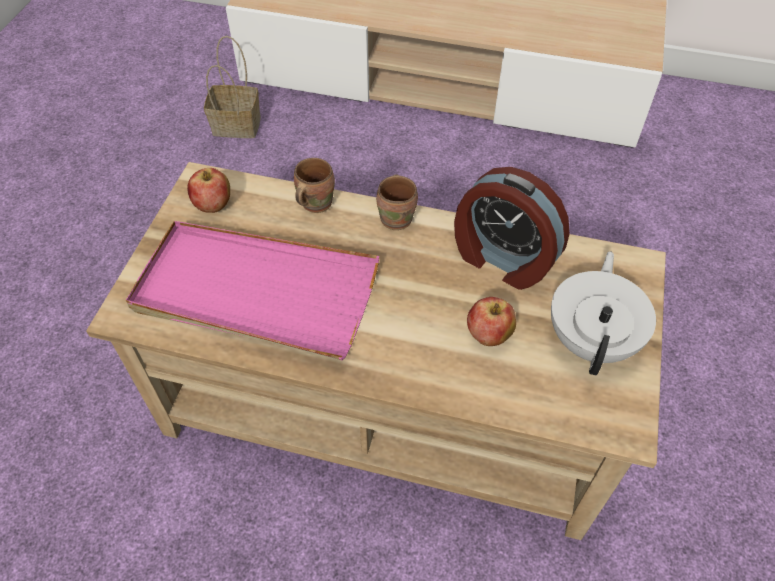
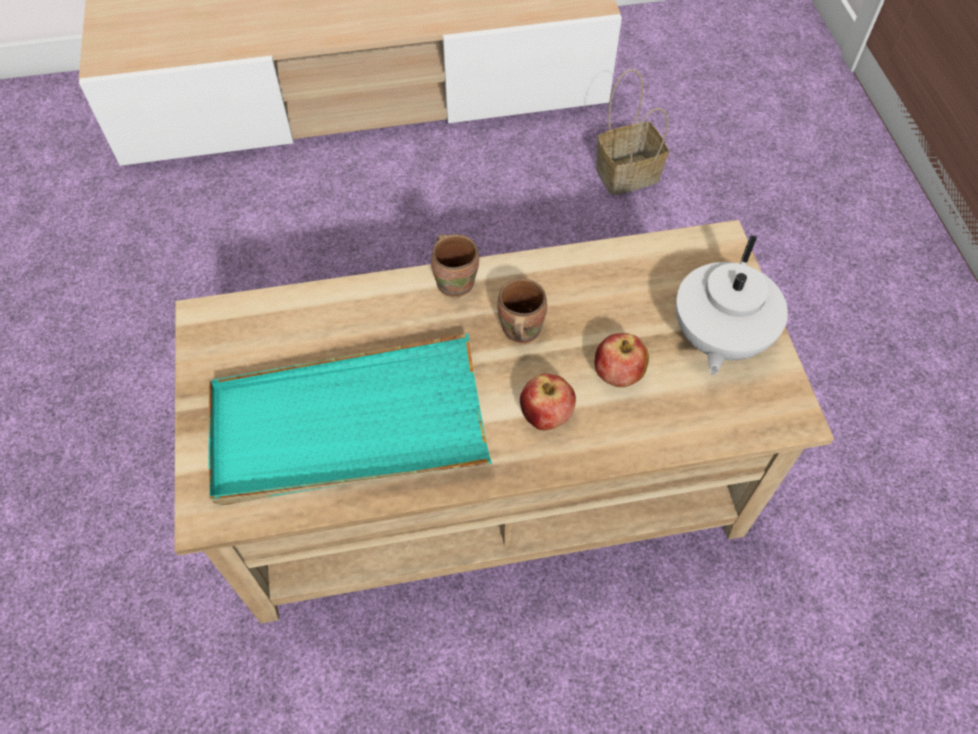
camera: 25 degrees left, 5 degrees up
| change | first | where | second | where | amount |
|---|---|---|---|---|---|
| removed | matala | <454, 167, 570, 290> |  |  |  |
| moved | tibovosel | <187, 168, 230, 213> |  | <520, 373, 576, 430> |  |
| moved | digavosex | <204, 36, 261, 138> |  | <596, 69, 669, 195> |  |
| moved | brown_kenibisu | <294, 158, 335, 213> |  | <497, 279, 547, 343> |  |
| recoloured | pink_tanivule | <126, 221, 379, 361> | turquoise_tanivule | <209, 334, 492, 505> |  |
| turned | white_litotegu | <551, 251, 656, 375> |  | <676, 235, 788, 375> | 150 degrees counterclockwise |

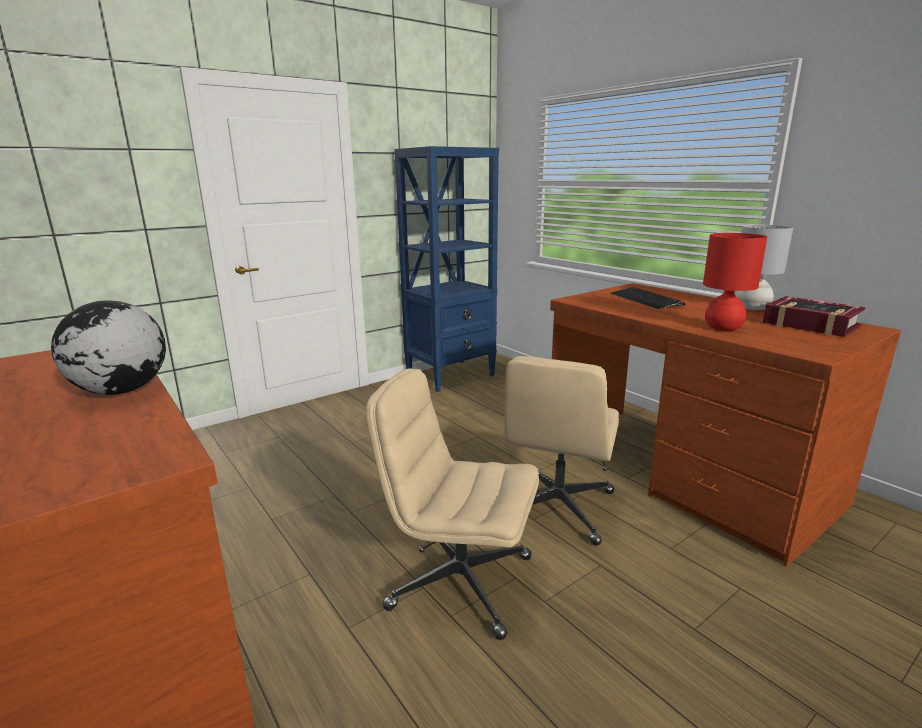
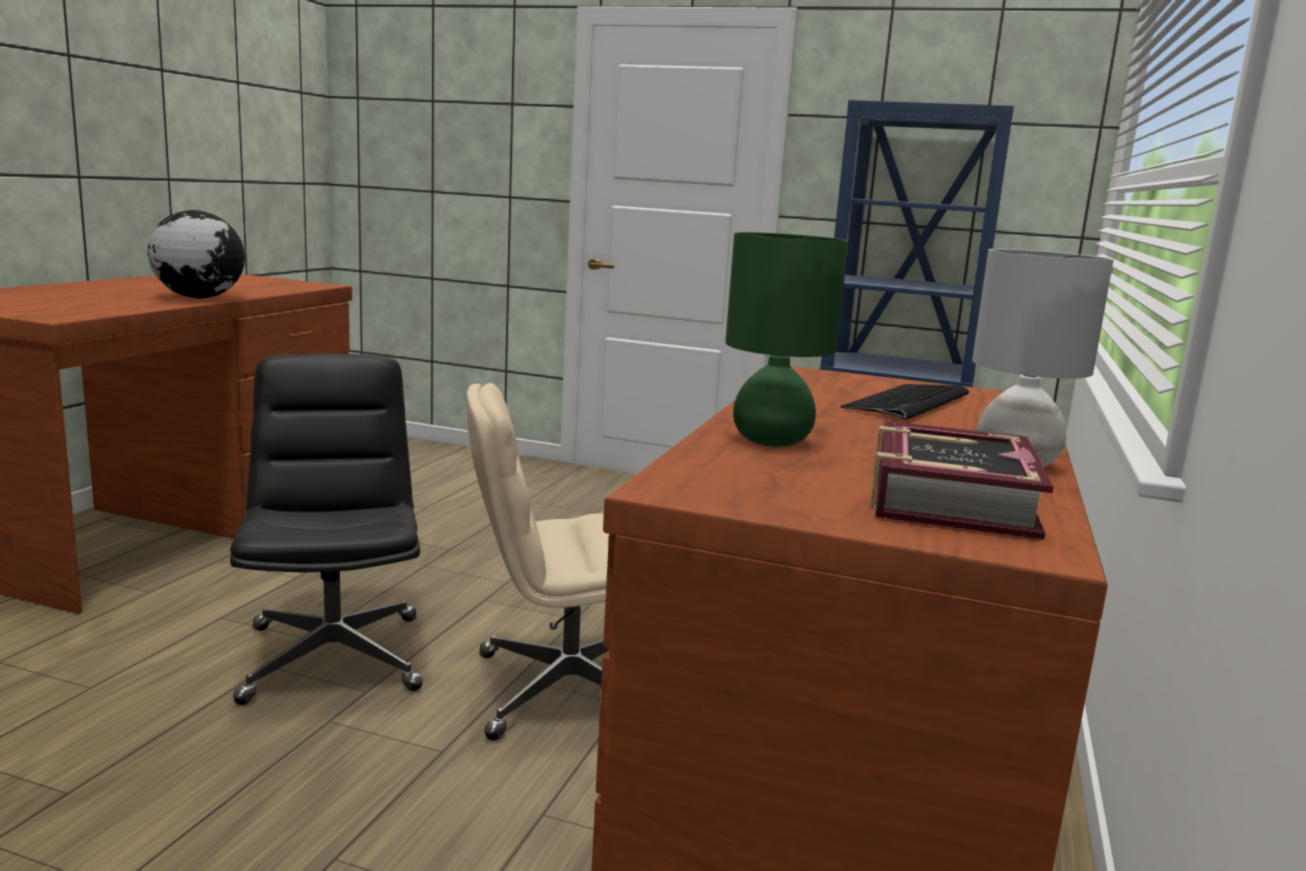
camera: 55 degrees right, 5 degrees down
| change | first | where | second | where | amount |
|---|---|---|---|---|---|
| recoloured | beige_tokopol | <366, 368, 539, 640> | black_tokopol | <230, 353, 423, 705> |  |
| recoloured | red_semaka | <703, 233, 767, 331> | green_semaka | <725, 232, 849, 447> |  |

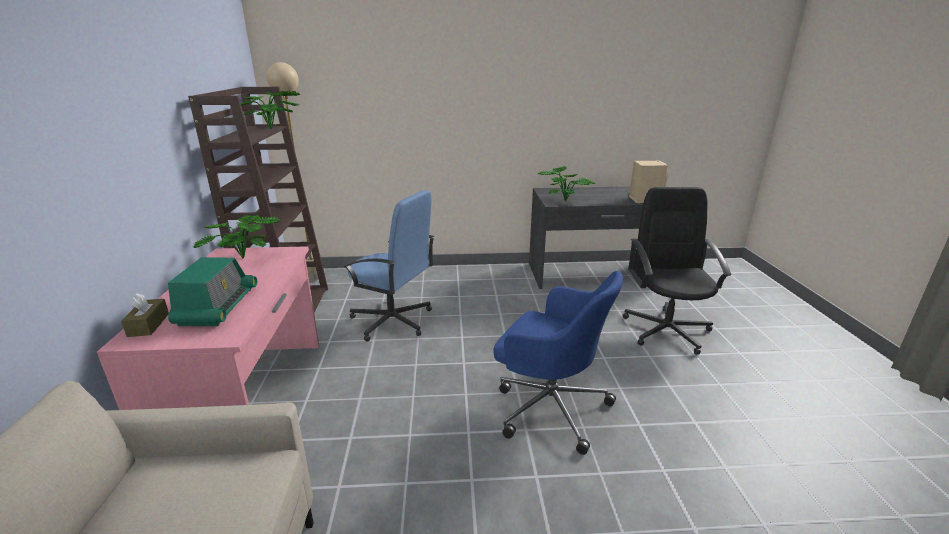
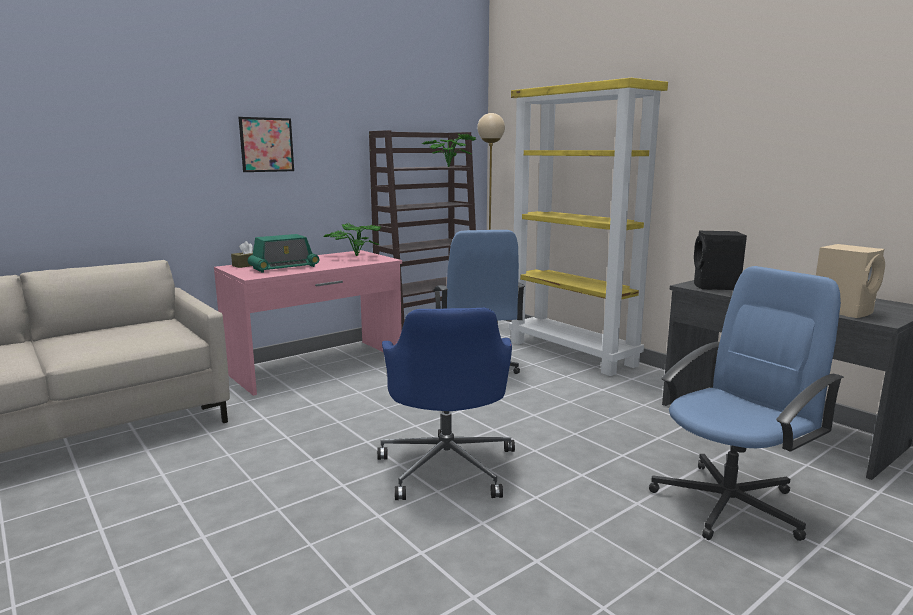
camera: 55 degrees right, 10 degrees down
| change | first | where | second | where | amount |
|---|---|---|---|---|---|
| added |  |  | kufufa | <239, 117, 294, 172> |  |
| added |  |  | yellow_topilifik | <509, 78, 668, 376> |  |
| replaced | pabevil | <538, 166, 596, 202> | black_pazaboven | <694, 230, 747, 290> |  |
| recoloured | black_tokopol | <623, 187, 732, 355> | blue_tokopol | <649, 266, 844, 541> |  |

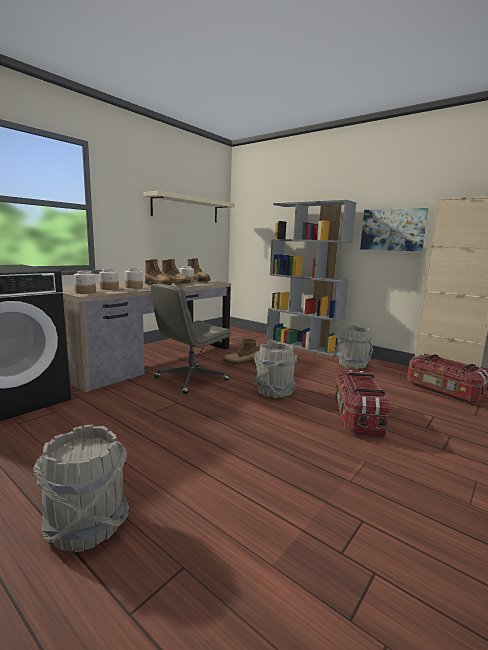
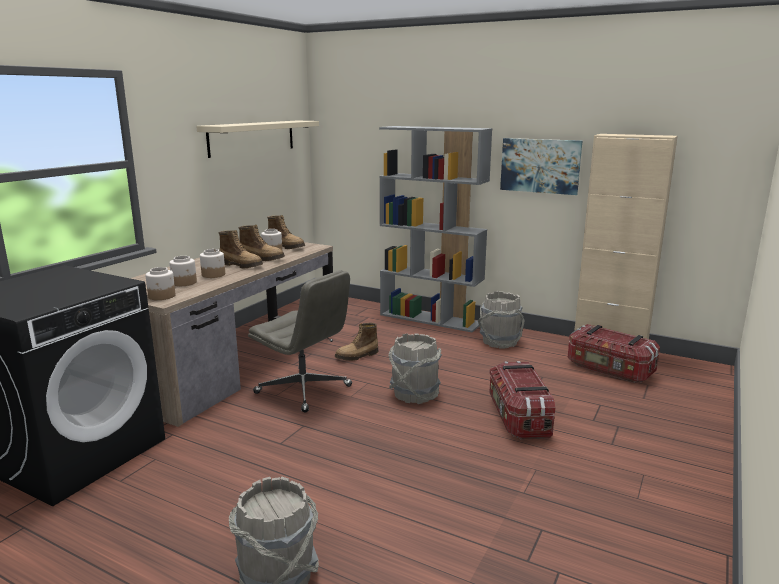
camera: 10 degrees left, 5 degrees up
| change | first | where | second | where | amount |
|---|---|---|---|---|---|
| turned | grey_tokopol | <151, 283, 231, 394> |  | <248, 270, 352, 412> | 90 degrees counterclockwise |

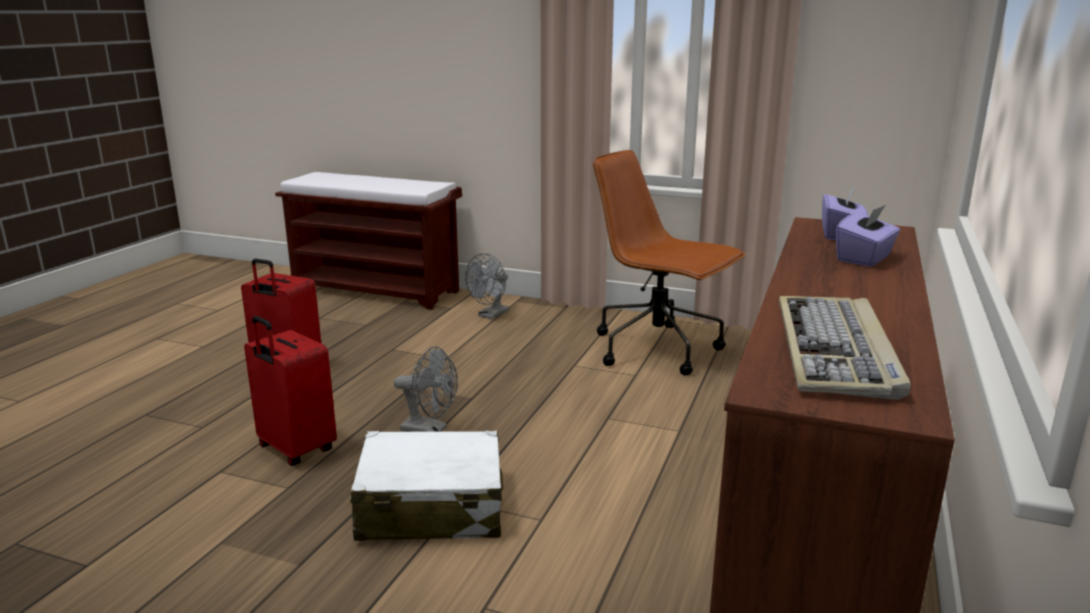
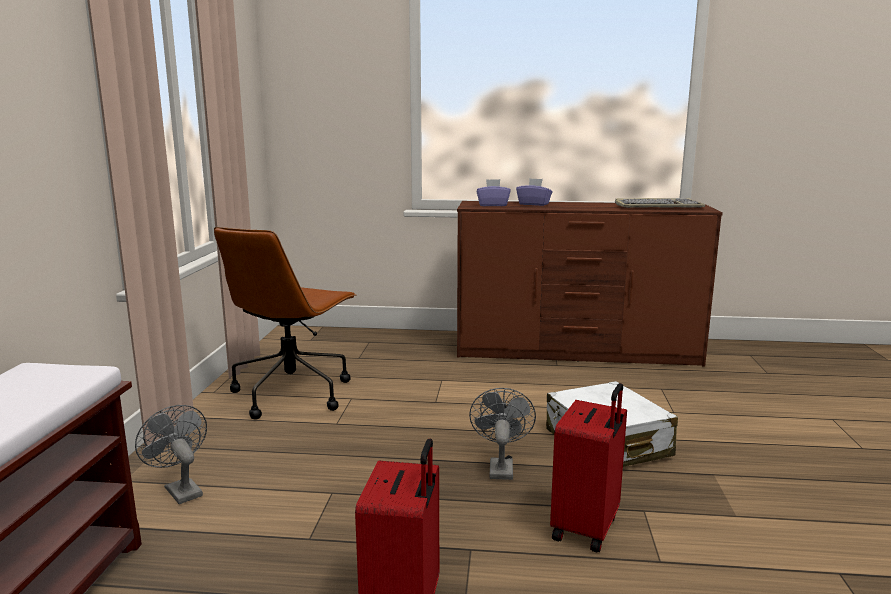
camera: 105 degrees left, 5 degrees down
| change | first | where | second | where | amount |
|---|---|---|---|---|---|
| turned | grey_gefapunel | <465, 253, 509, 319> |  | <135, 405, 207, 504> | 150 degrees counterclockwise |

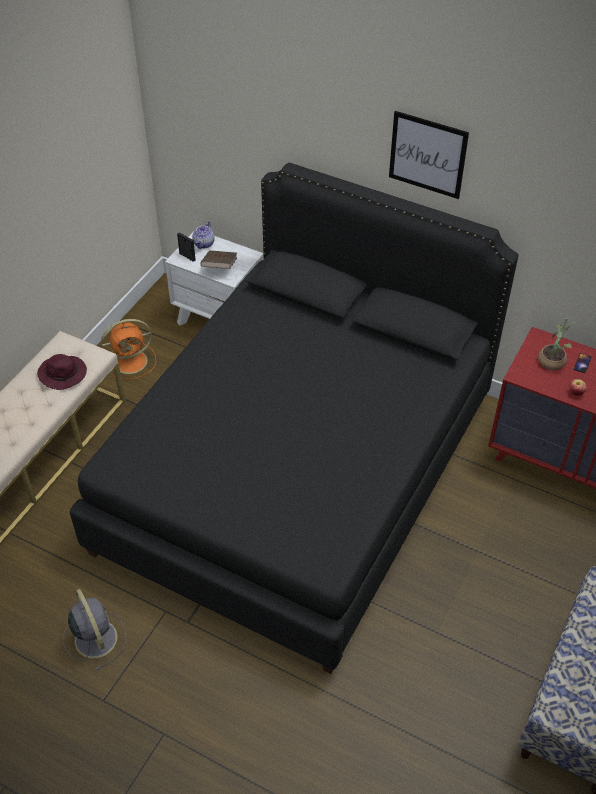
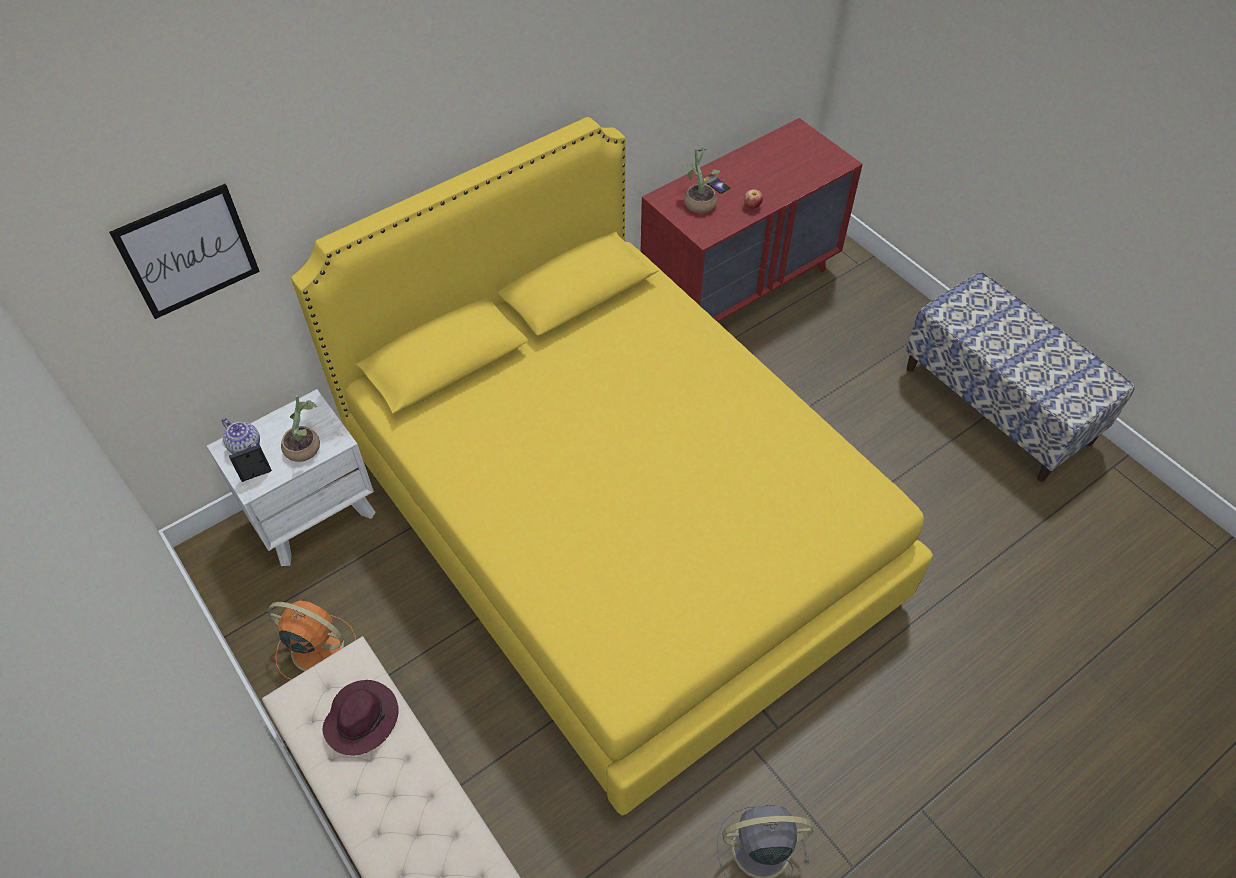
camera: 65 degrees left, 5 degrees up
| change | first | where | second | where | amount |
|---|---|---|---|---|---|
| moved | kufufa | <389, 111, 469, 199> |  | <109, 184, 260, 319> |  |
| replaced | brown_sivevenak | <200, 250, 237, 269> | pabevil | <281, 395, 320, 462> |  |
| recoloured | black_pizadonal | <70, 163, 518, 674> | yellow_pizadonal | <291, 117, 933, 815> |  |
| turned | orange_gefapunel | <101, 319, 156, 379> |  | <267, 600, 356, 680> | 75 degrees counterclockwise |

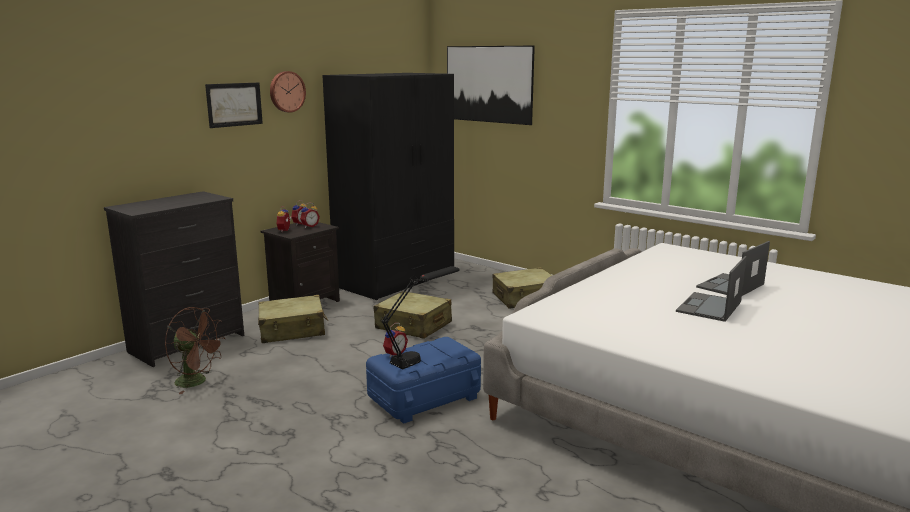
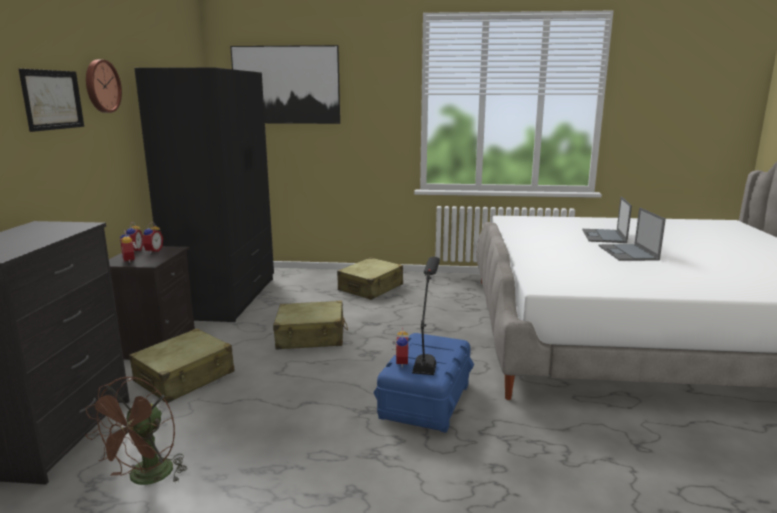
camera: 35 degrees left, 0 degrees up
| change | first | where | second | where | amount |
|---|---|---|---|---|---|
| turned | brown_gefapunel | <165, 307, 225, 394> |  | <85, 377, 187, 485> | 120 degrees clockwise |

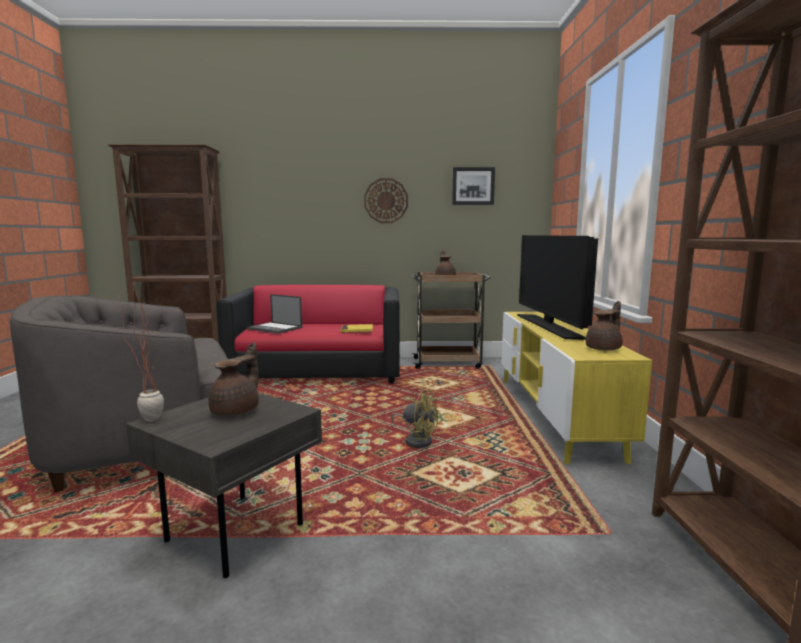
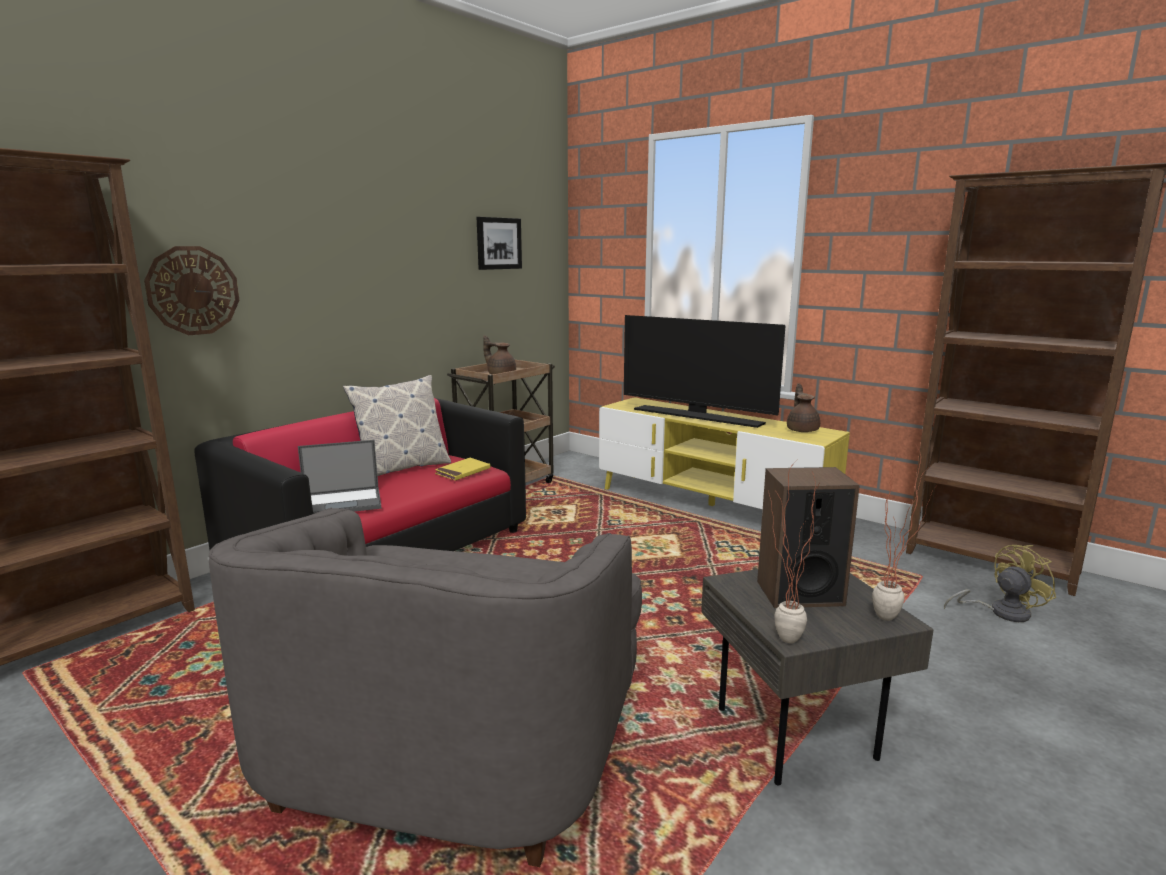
camera: 50 degrees left, 5 degrees up
| change | first | where | second | where | amount |
|---|---|---|---|---|---|
| added |  |  | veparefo | <343, 375, 451, 476> |  |
| added |  |  | pabevil | <872, 443, 935, 621> |  |
| moved | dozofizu | <364, 178, 408, 223> |  | <144, 246, 239, 335> |  |
| moved | yellow_gefapunel | <391, 388, 438, 448> |  | <944, 545, 1057, 622> |  |
| replaced | brown_litotegu | <208, 342, 259, 416> | pazaboven | <757, 467, 860, 608> |  |

